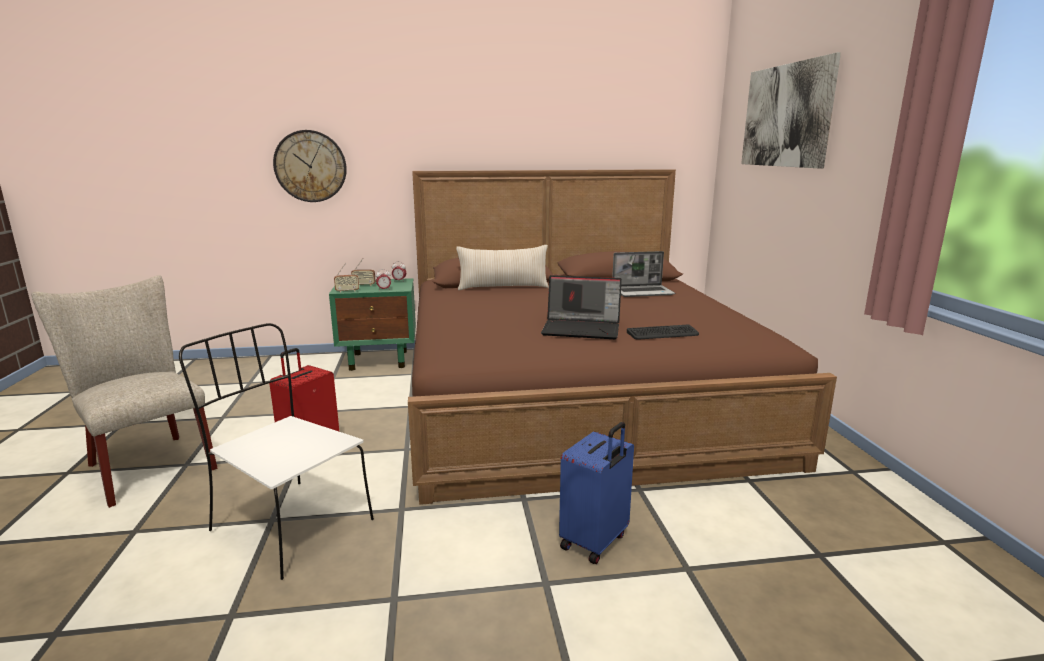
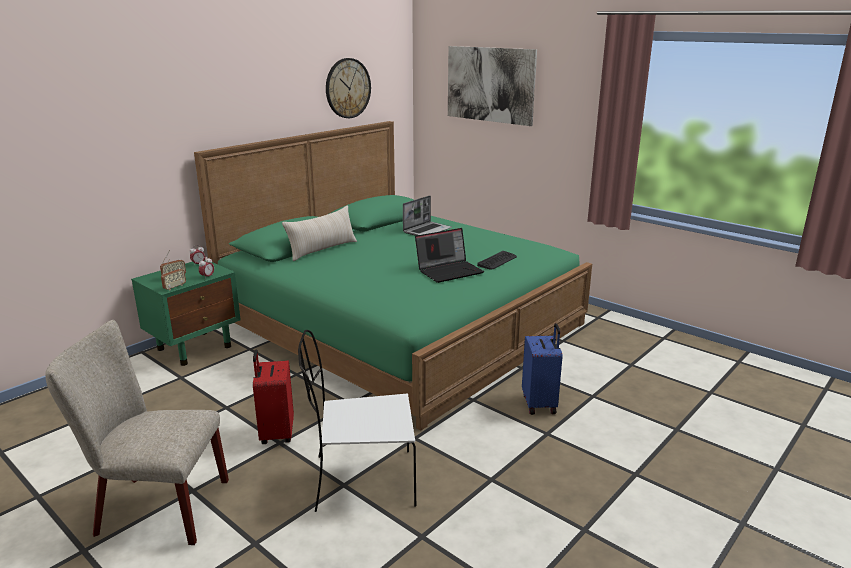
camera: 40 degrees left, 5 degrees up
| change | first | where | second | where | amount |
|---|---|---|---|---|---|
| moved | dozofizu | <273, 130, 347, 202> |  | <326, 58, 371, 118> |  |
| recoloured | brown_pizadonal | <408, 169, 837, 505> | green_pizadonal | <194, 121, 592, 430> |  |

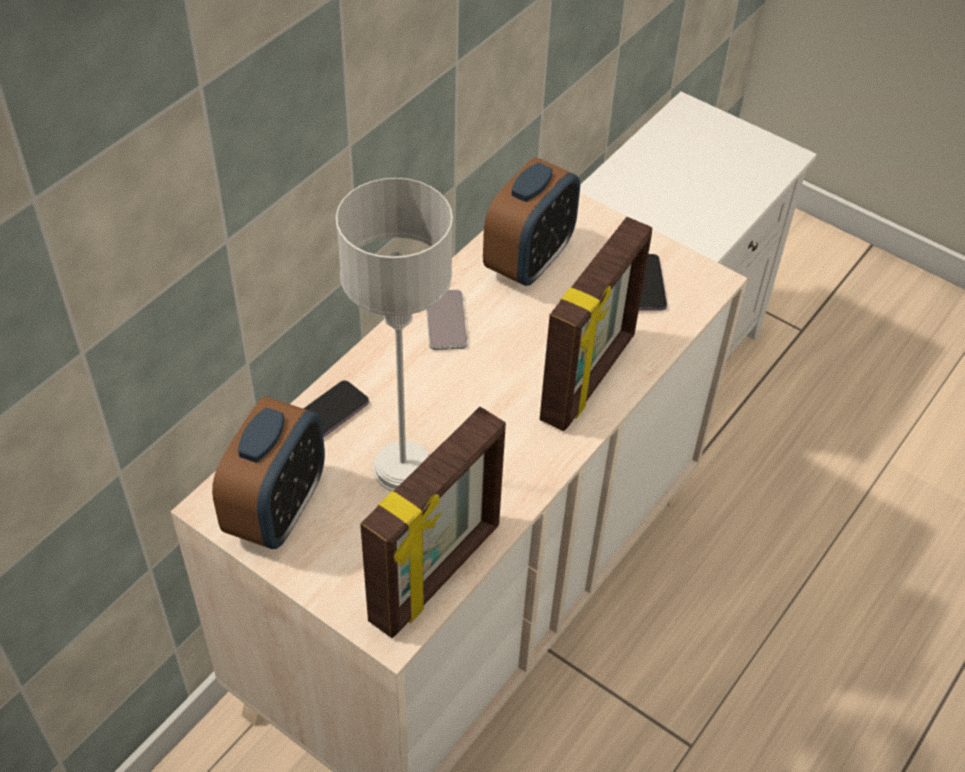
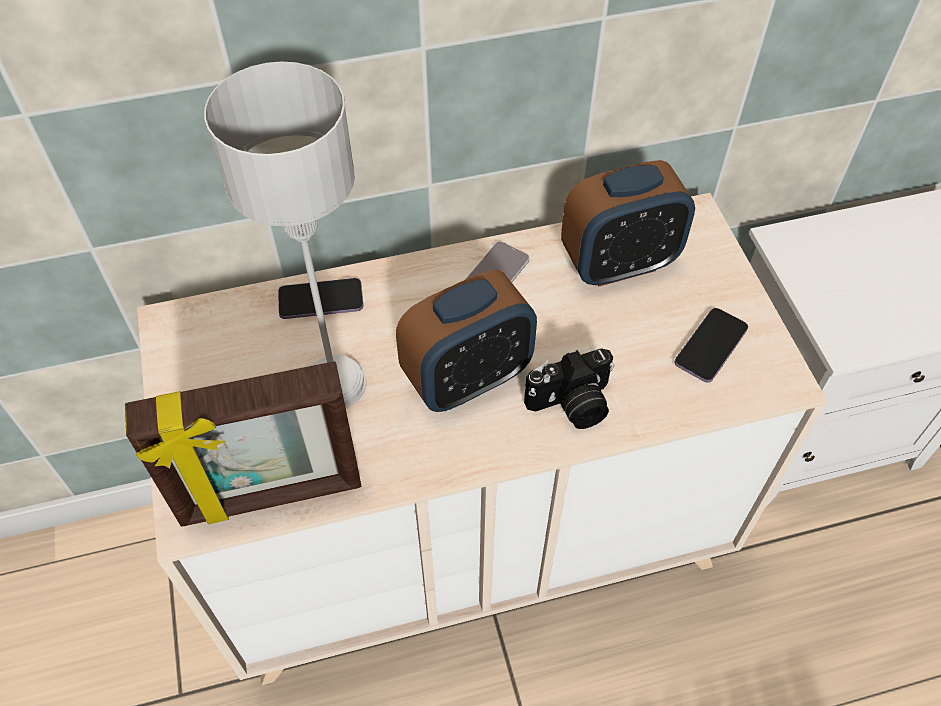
camera: 40 degrees right, 5 degrees up
| change | first | where | second | where | amount |
|---|---|---|---|---|---|
| moved | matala | <212, 397, 325, 549> |  | <396, 270, 537, 412> |  |
| replaced | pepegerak | <540, 217, 652, 431> | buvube | <524, 348, 615, 429> |  |

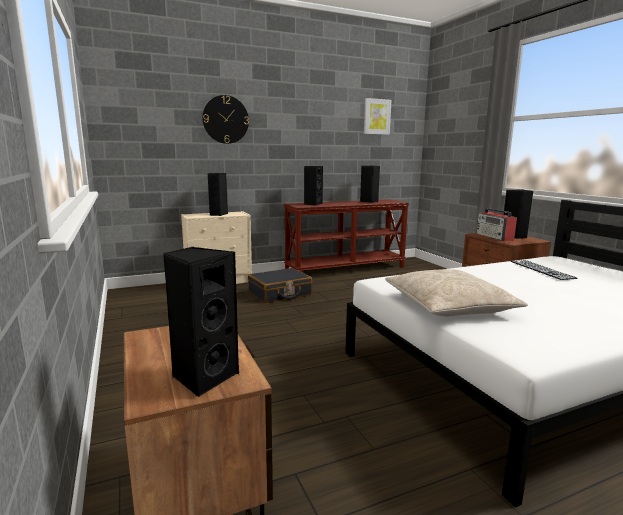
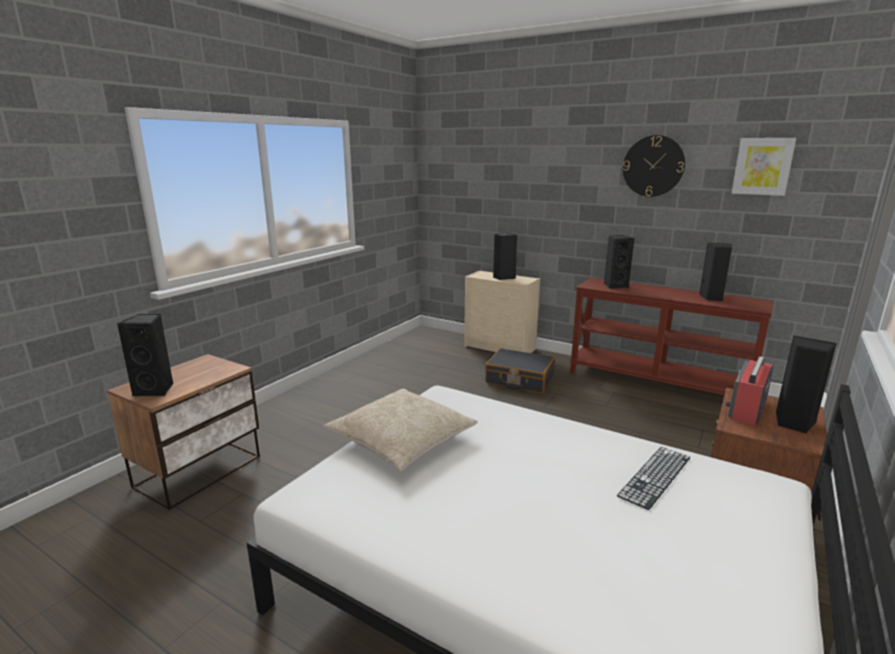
camera: 55 degrees right, 5 degrees up
| change | first | where | second | where | amount |
|---|---|---|---|---|---|
| moved | dozofizu | <202, 95, 249, 144> |  | <623, 135, 685, 197> |  |

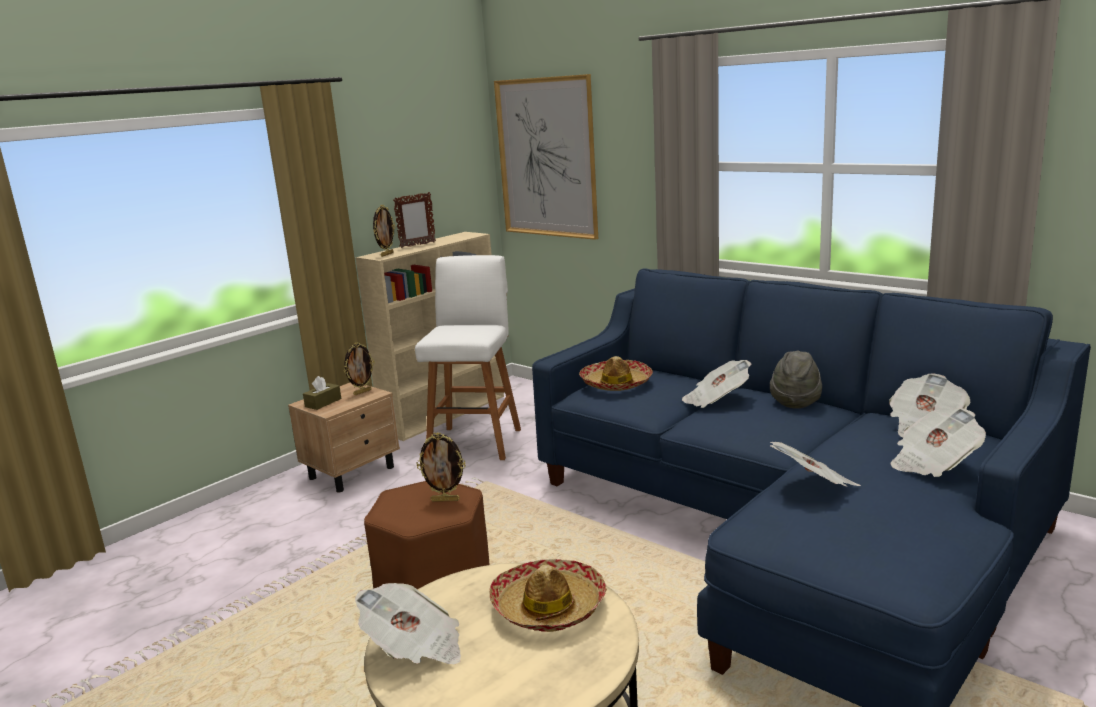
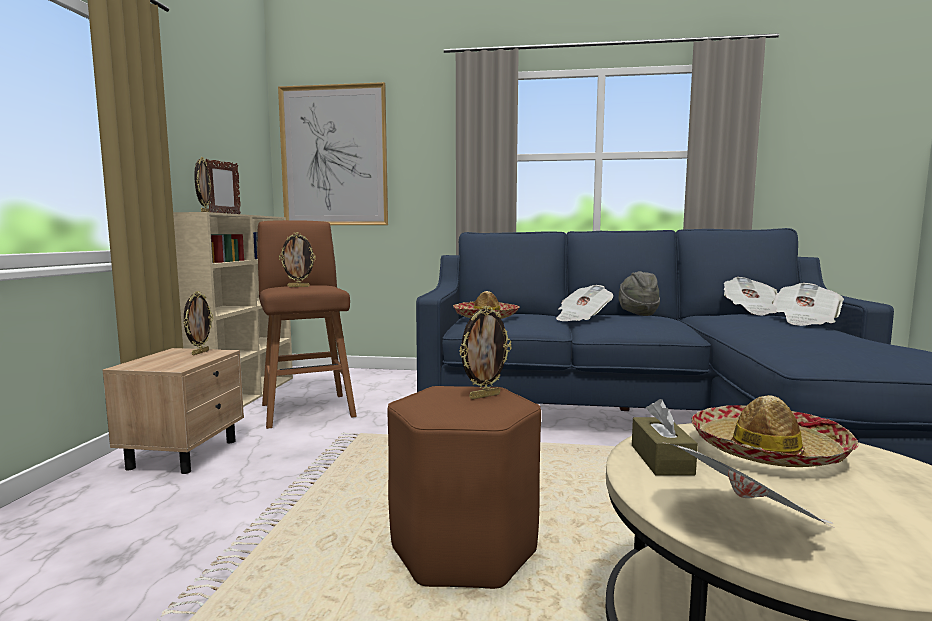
camera: 35 degrees left, 10 degrees down
| change | first | where | second | where | amount |
|---|---|---|---|---|---|
| removed | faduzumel | <770, 442, 861, 486> |  |  |  |
| added |  |  | pepegerak | <279, 232, 316, 287> |  |
| moved | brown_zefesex | <303, 376, 341, 410> |  | <632, 399, 698, 475> |  |
| recoloured | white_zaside | <415, 255, 521, 460> | brown_zaside | <257, 220, 357, 429> |  |

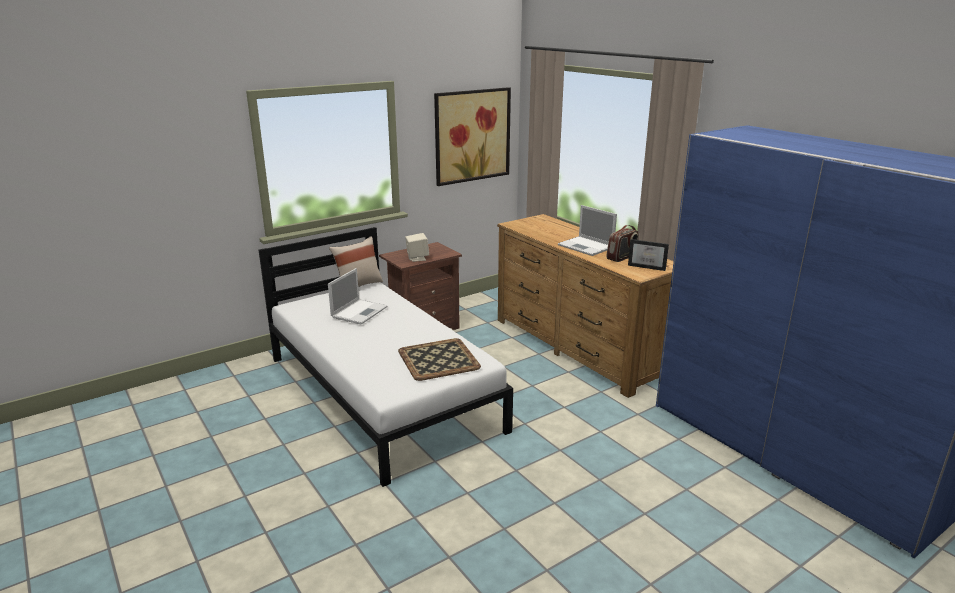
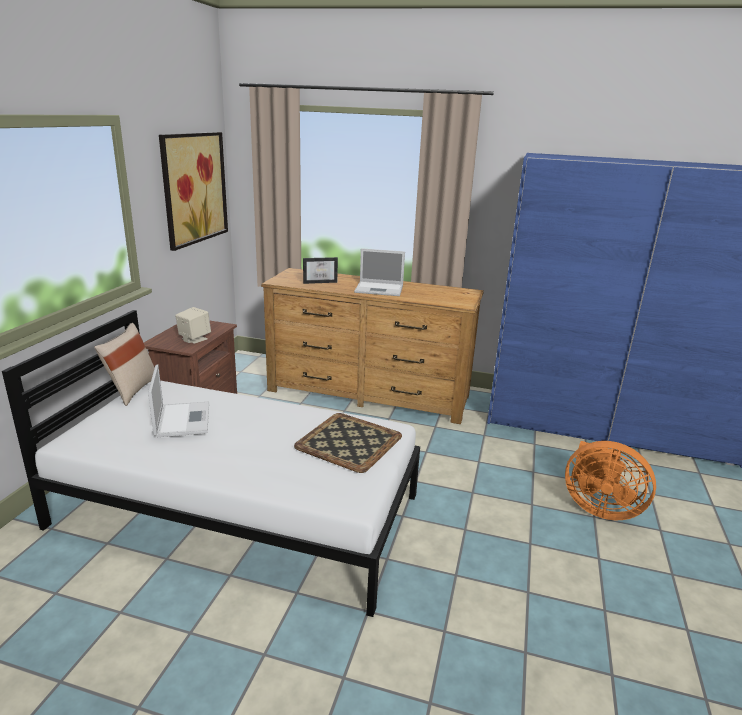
camera: 40 degrees left, 0 degrees up
| change | first | where | second | where | amount |
|---|---|---|---|---|---|
| removed | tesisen | <607, 225, 639, 262> |  |  |  |
| added |  |  | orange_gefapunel | <565, 441, 656, 520> |  |
| moved | pepegerak | <628, 239, 669, 271> |  | <303, 257, 338, 284> |  |

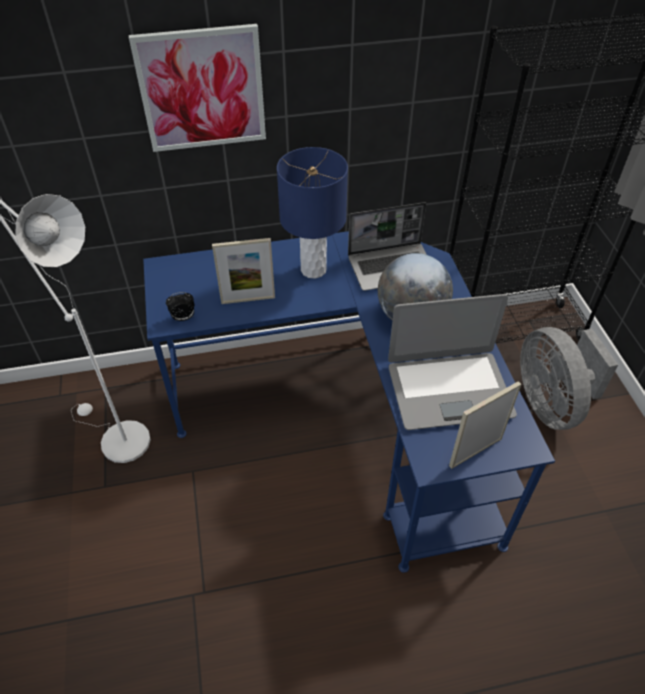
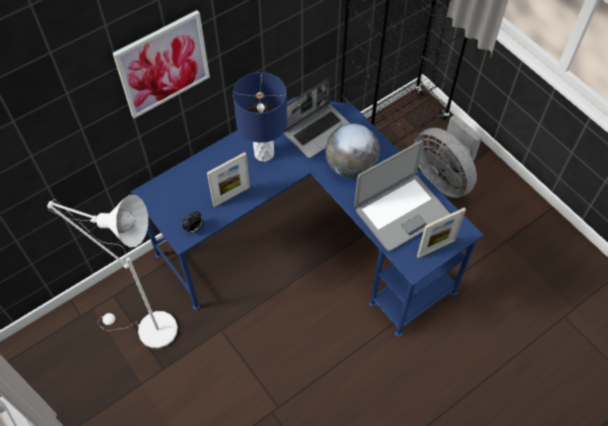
camera: 25 degrees left, 10 degrees up
| change | first | where | second | where | amount |
|---|---|---|---|---|---|
| turned | pepegerak | <449, 381, 522, 469> |  | <417, 208, 466, 258> | 150 degrees counterclockwise |

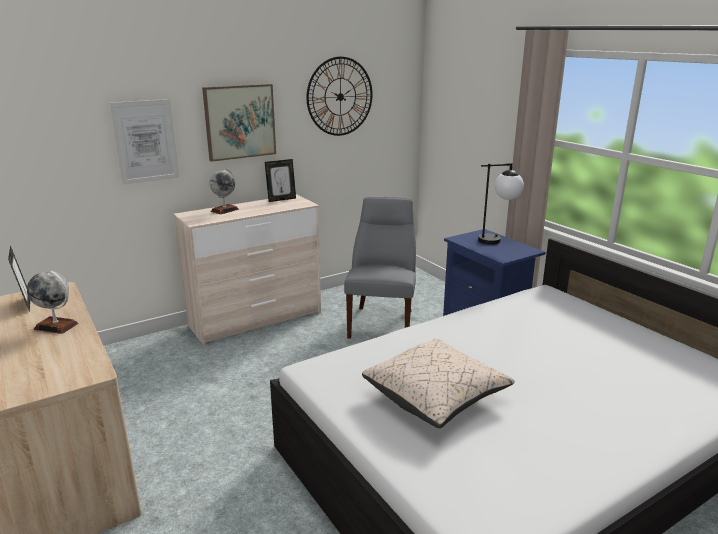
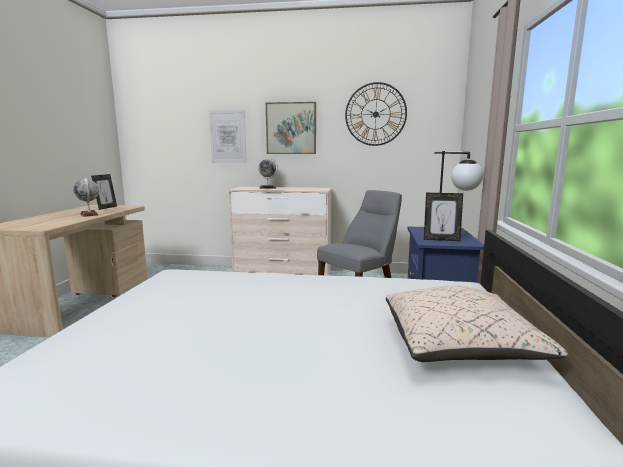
camera: 40 degrees right, 10 degrees down
| change | first | where | second | where | amount |
|---|---|---|---|---|---|
| moved | pepegerak | <265, 159, 296, 202> |  | <424, 193, 463, 241> |  |
| moved | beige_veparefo | <362, 338, 515, 428> |  | <386, 286, 568, 362> |  |

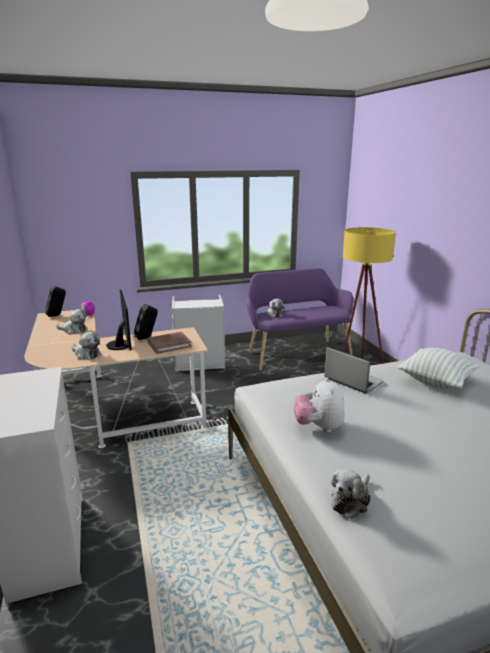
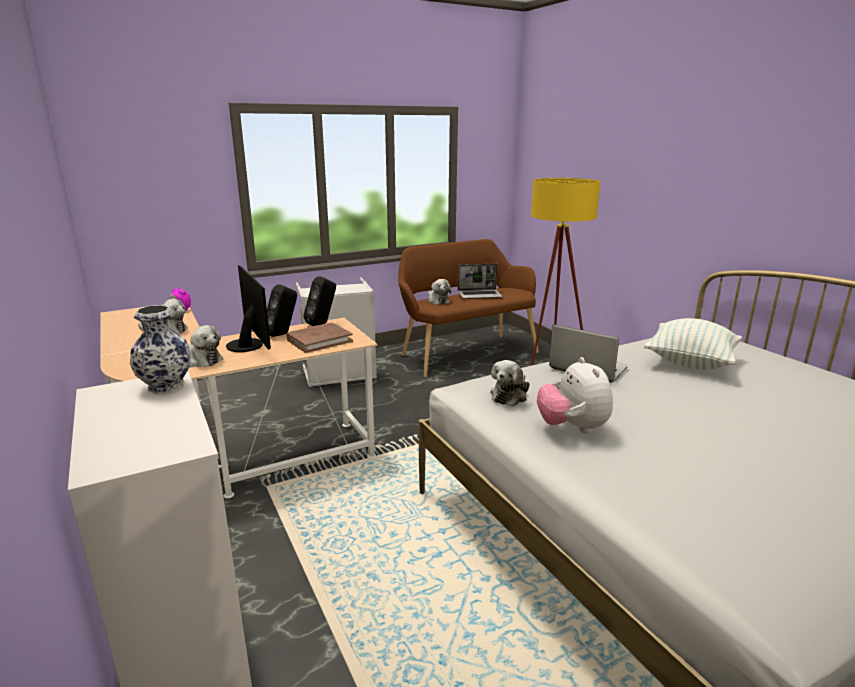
camera: 10 degrees left, 0 degrees up
| change | first | where | second | where | amount |
|---|---|---|---|---|---|
| added |  |  | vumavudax | <130, 305, 191, 394> |  |
| added |  |  | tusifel | <458, 264, 503, 299> |  |
| moved | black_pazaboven | <45, 285, 66, 317> |  | <304, 276, 336, 326> |  |
| moved | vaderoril | <331, 469, 371, 519> |  | <490, 360, 530, 406> |  |
| recoloured | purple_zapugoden | <246, 268, 353, 371> | brown_zapugoden | <398, 239, 539, 378> |  |

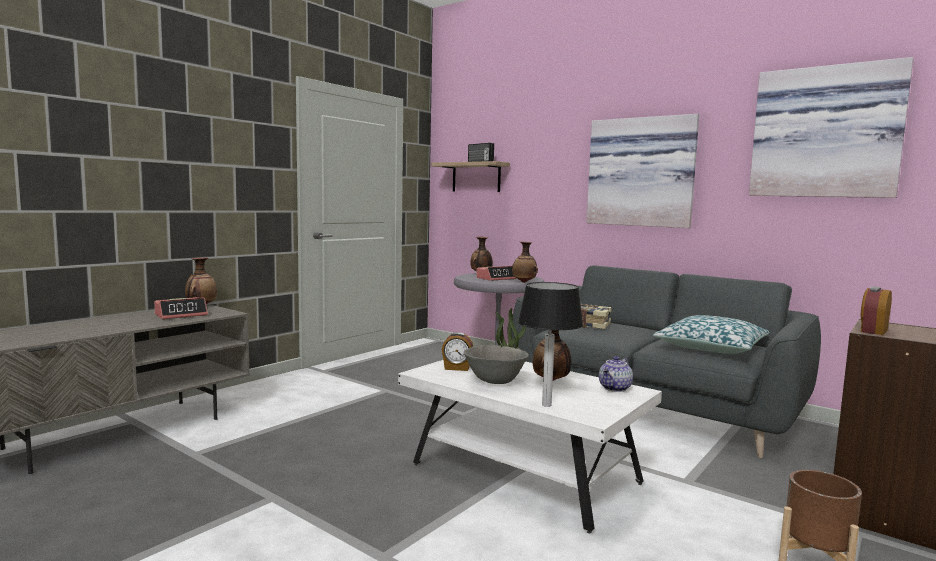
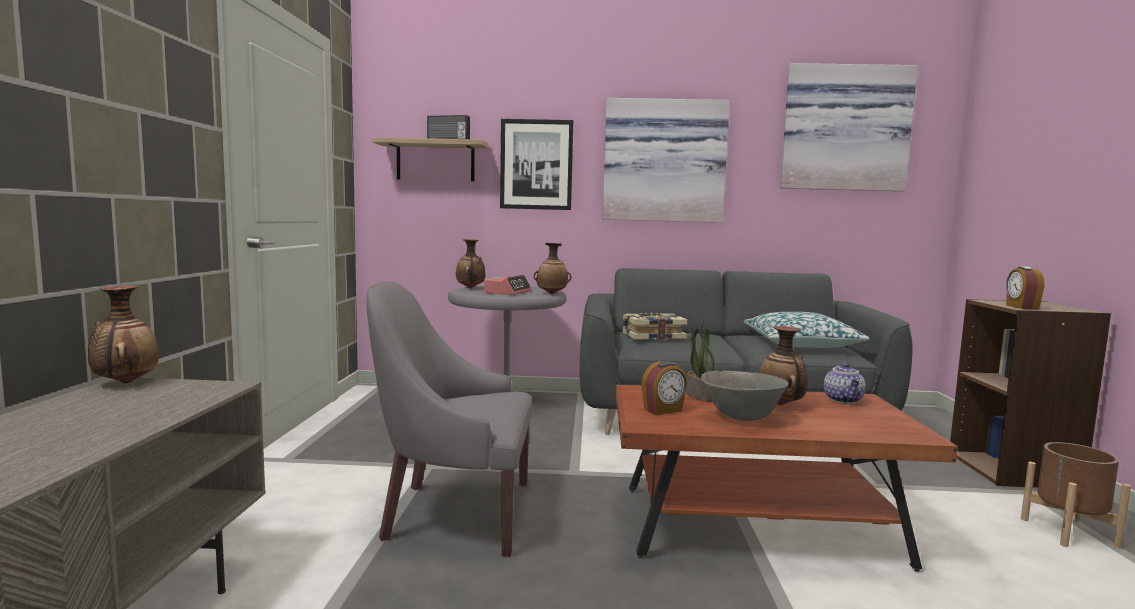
camera: 35 degrees left, 0 degrees up
| change | first | where | second | where | amount |
|---|---|---|---|---|---|
| removed | matala | <154, 297, 208, 319> |  |  |  |
| removed | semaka | <518, 282, 583, 407> |  |  |  |
| added |  |  | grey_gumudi | <366, 282, 533, 557> |  |
| added |  |  | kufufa | <500, 119, 573, 210> |  |
| recoloured | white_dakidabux | <398, 360, 662, 533> | brown_dakidabux | <616, 385, 958, 572> |  |

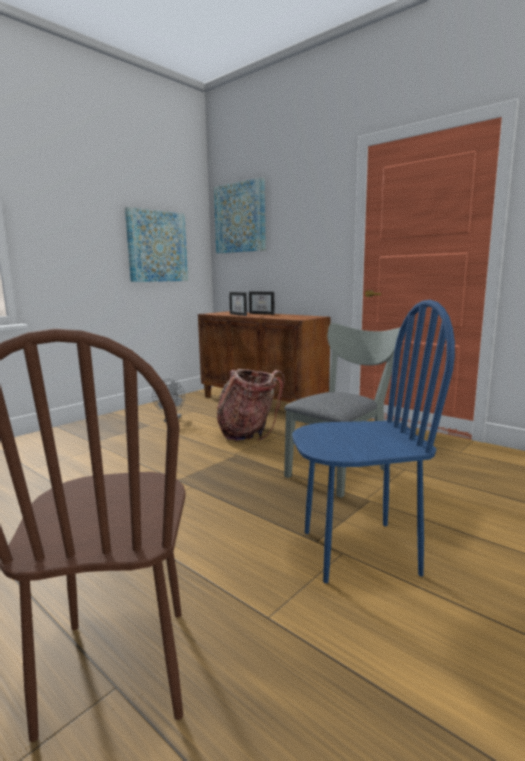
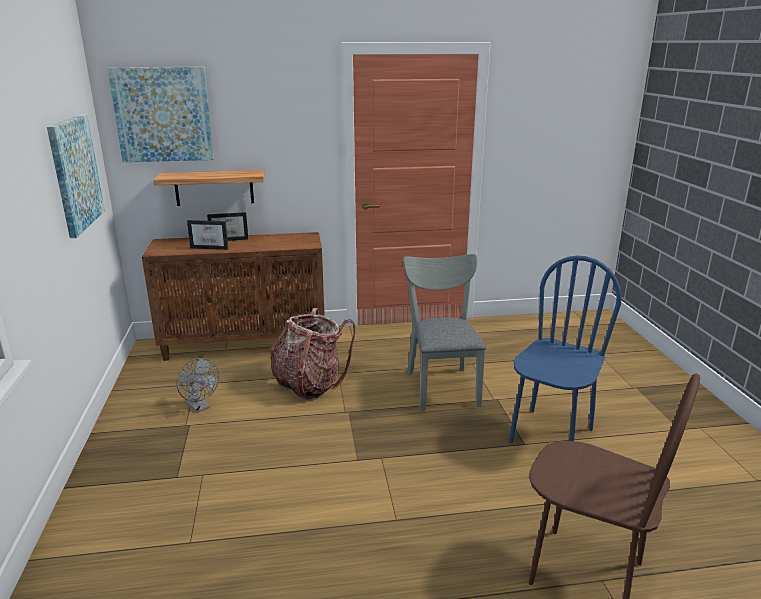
camera: 50 degrees left, 10 degrees up
| change | first | where | second | where | amount |
|---|---|---|---|---|---|
| added |  |  | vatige | <153, 170, 265, 206> |  |

